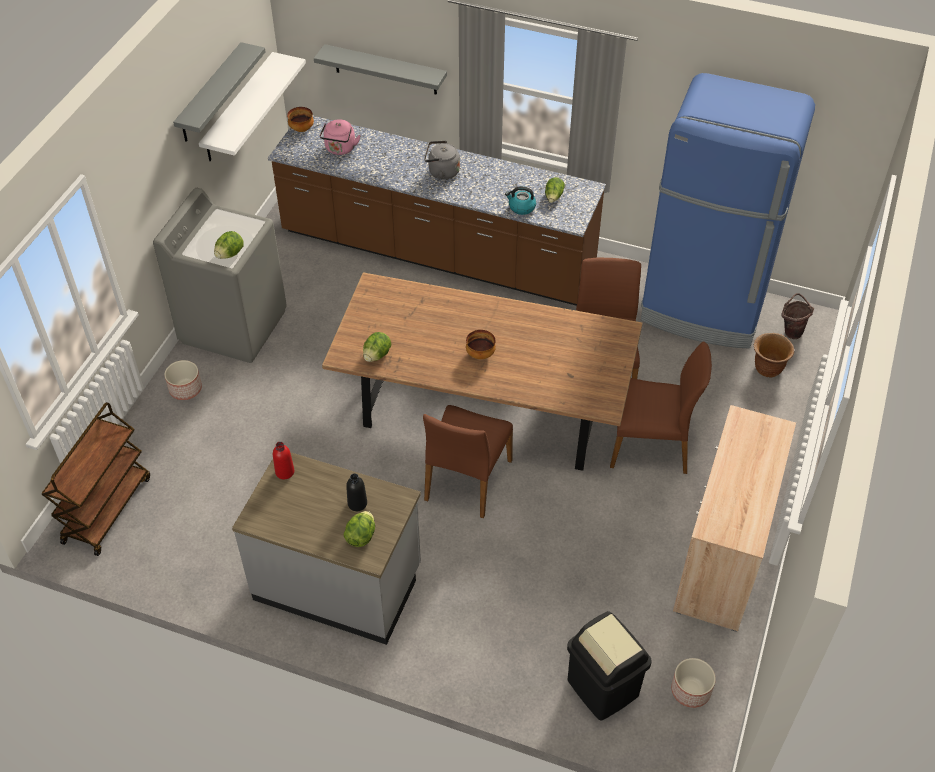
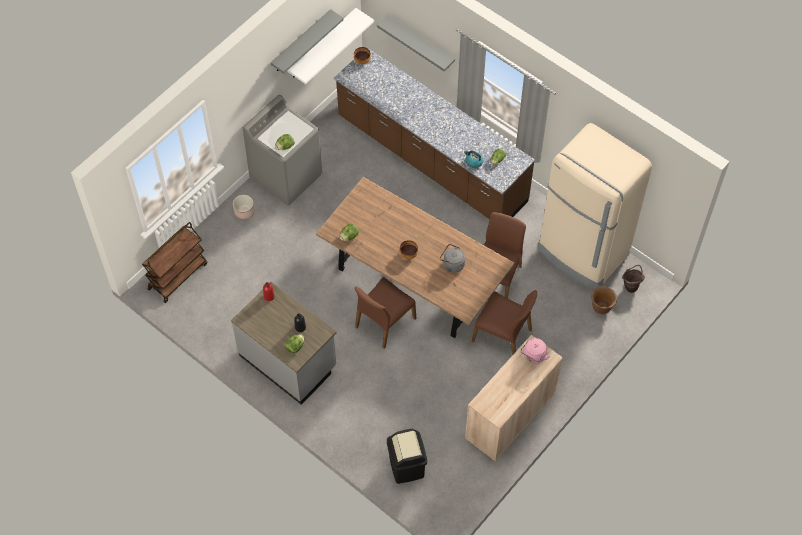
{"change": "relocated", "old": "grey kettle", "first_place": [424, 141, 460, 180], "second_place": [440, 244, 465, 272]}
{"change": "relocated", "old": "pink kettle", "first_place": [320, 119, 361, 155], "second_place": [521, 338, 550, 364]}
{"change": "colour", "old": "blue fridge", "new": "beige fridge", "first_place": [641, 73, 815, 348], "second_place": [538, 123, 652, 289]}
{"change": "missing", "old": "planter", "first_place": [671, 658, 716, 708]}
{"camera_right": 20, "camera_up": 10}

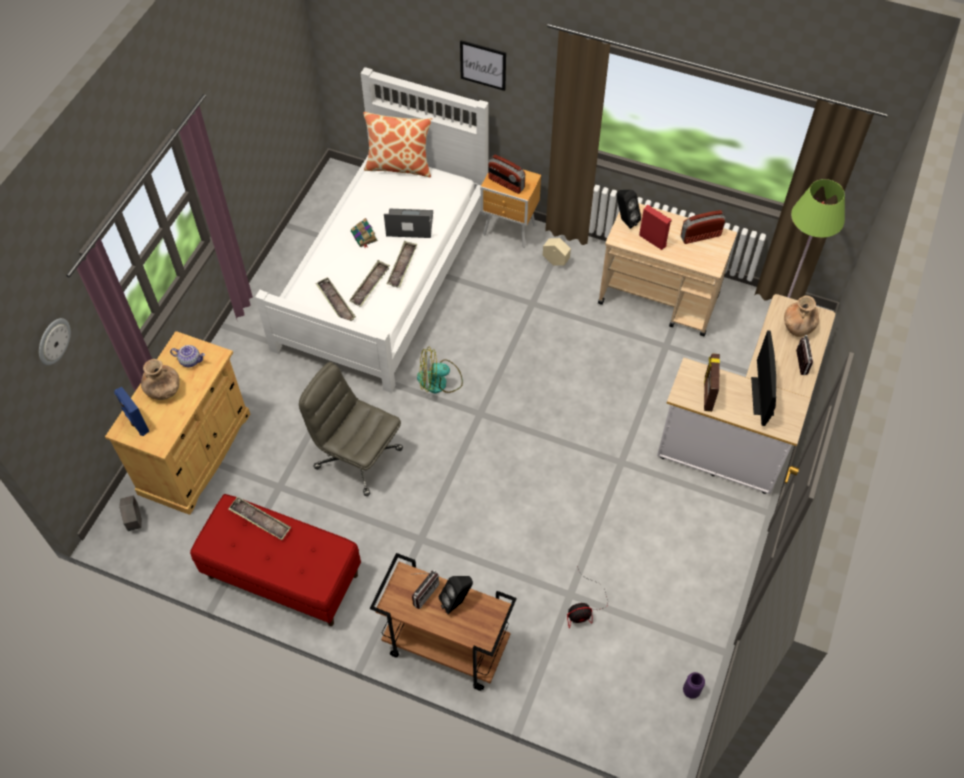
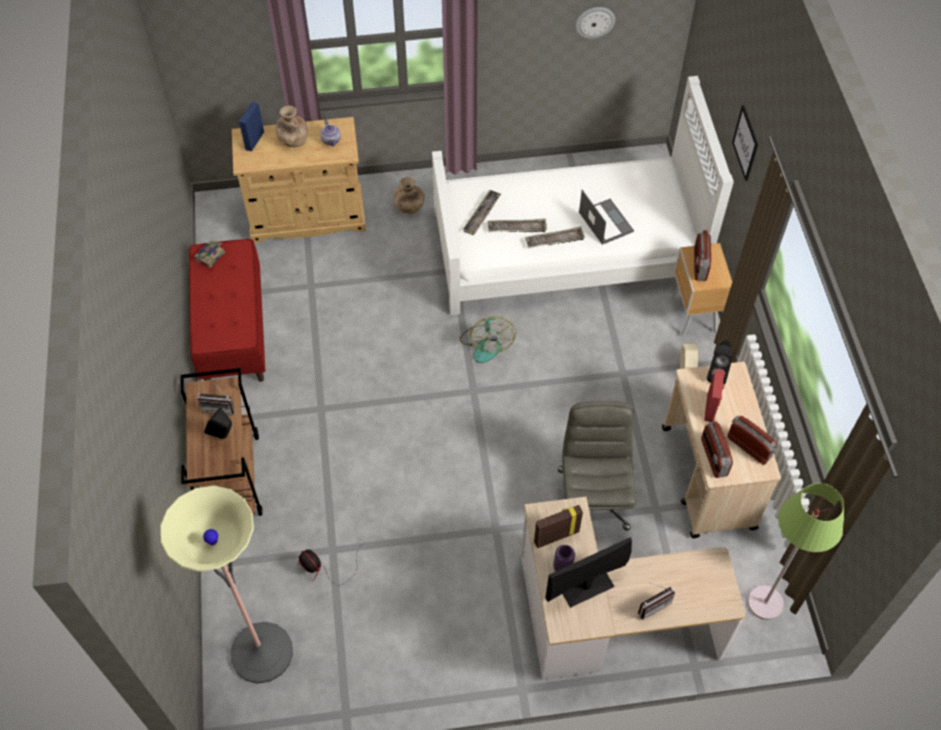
{"change": "appeared", "new": "floor lamp", "second_place": [160, 486, 293, 684]}
{"change": "relocated", "old": "book", "first_place": [351, 218, 378, 248], "second_place": [194, 241, 225, 268]}
{"change": "relocated", "old": "brown vase", "first_place": [784, 296, 819, 337], "second_place": [393, 177, 424, 214]}
{"change": "spun", "old": "fan", "first_place": [417, 347, 463, 394], "second_place": [460, 316, 516, 363], "degrees": -150}
{"change": "relocated", "old": "purple vase", "first_place": [683, 672, 705, 699], "second_place": [553, 545, 575, 571]}
{"change": "relocated", "old": "grey office chair", "first_place": [299, 362, 403, 496], "second_place": [558, 401, 636, 531]}
{"change": "relocated", "old": "wall clock", "first_place": [39, 318, 71, 365], "second_place": [575, 7, 615, 39]}
{"change": "appeared", "new": "radio", "second_place": [701, 421, 733, 478]}
{"change": "missing", "old": "grey planter", "first_place": [119, 495, 142, 531]}
{"change": "missing", "old": "tray", "first_place": [228, 497, 291, 540]}
{"change": "missing", "old": "pillow", "first_place": [363, 112, 432, 177]}
{"camera_right": 60, "camera_up": 0}

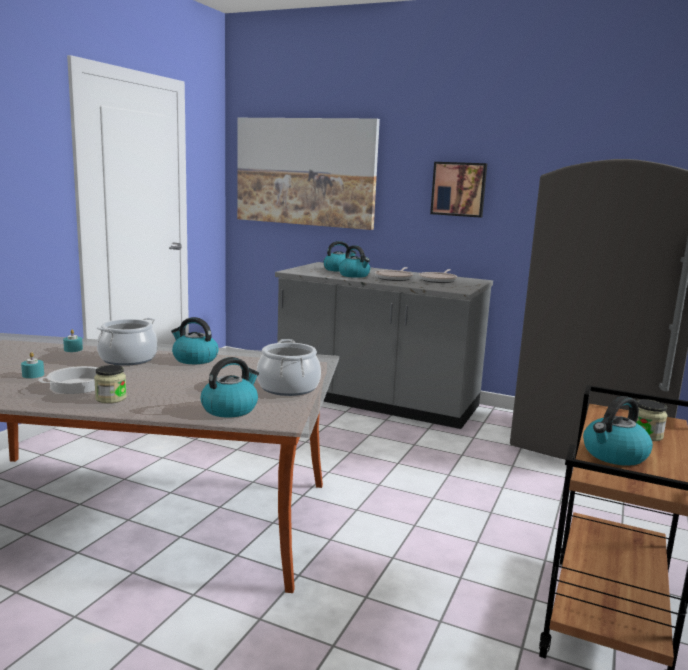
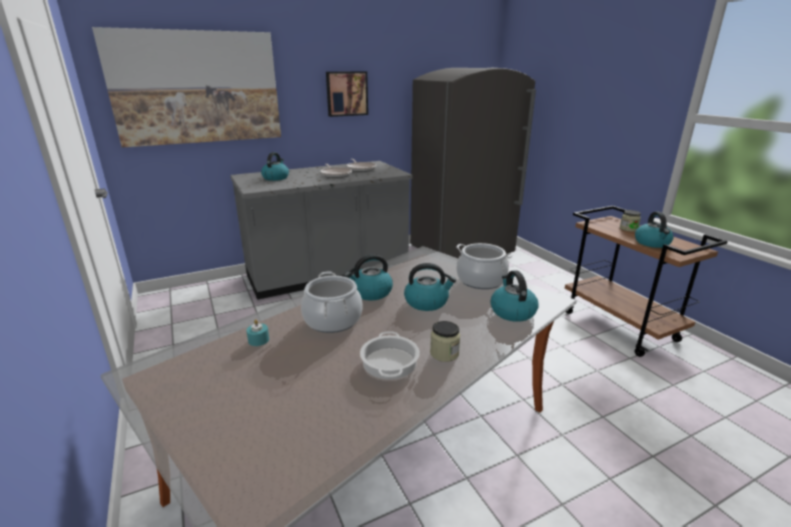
{"change": "relocated", "old": "kettle", "first_place": [339, 245, 370, 278], "second_place": [404, 263, 456, 311]}
{"change": "missing", "old": "turquoise candle", "first_place": [21, 352, 44, 378]}
{"camera_right": -50, "camera_up": 10}

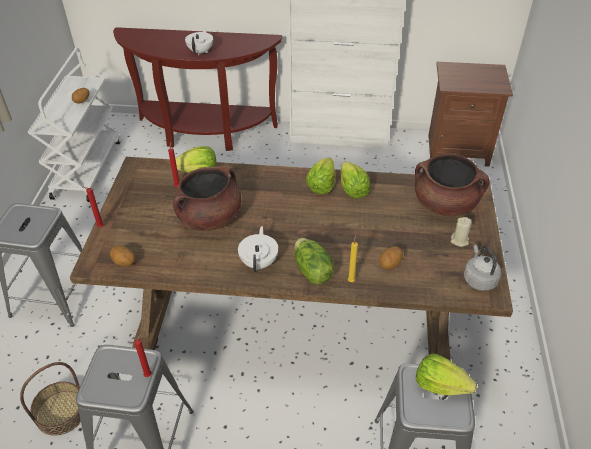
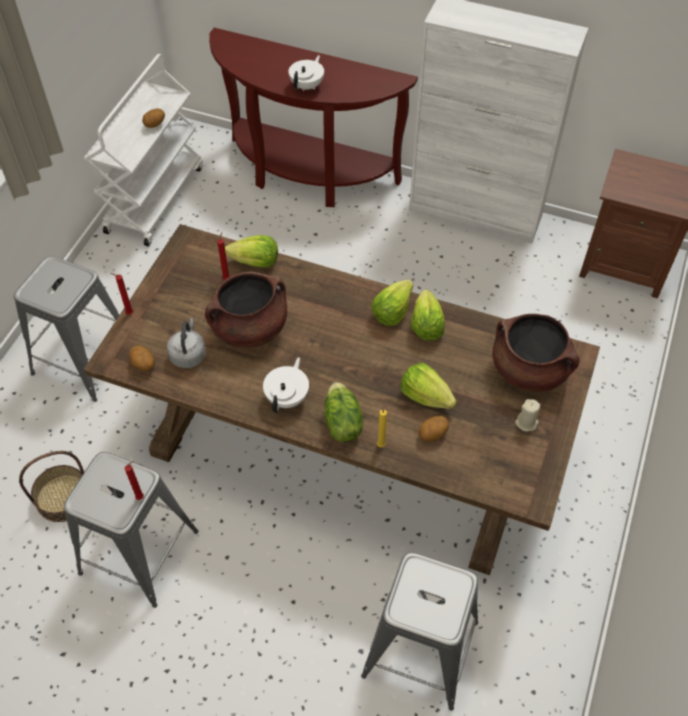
{"change": "relocated", "old": "grey kettle", "first_place": [464, 245, 501, 291], "second_place": [167, 318, 206, 369]}
{"change": "relocated", "old": "lettuce", "first_place": [416, 354, 477, 395], "second_place": [400, 363, 457, 409]}
{"camera_right": 15, "camera_up": 10}

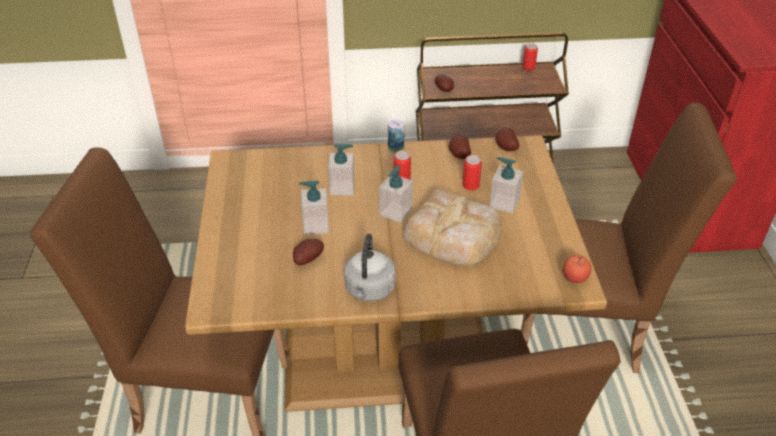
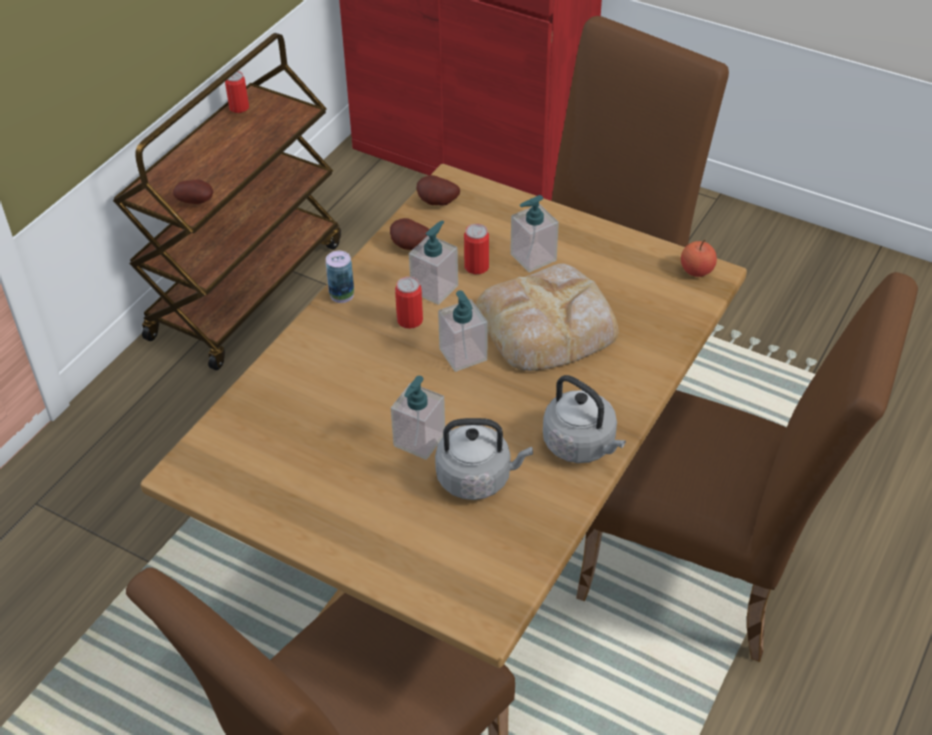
{"change": "relocated", "old": "soap dispenser", "first_place": [328, 144, 354, 195], "second_place": [409, 221, 458, 305]}
{"change": "exchanged", "old": "potato", "new": "grey kettle", "first_place": [293, 239, 324, 265], "second_place": [435, 418, 533, 500]}
{"camera_right": -55, "camera_up": 5}

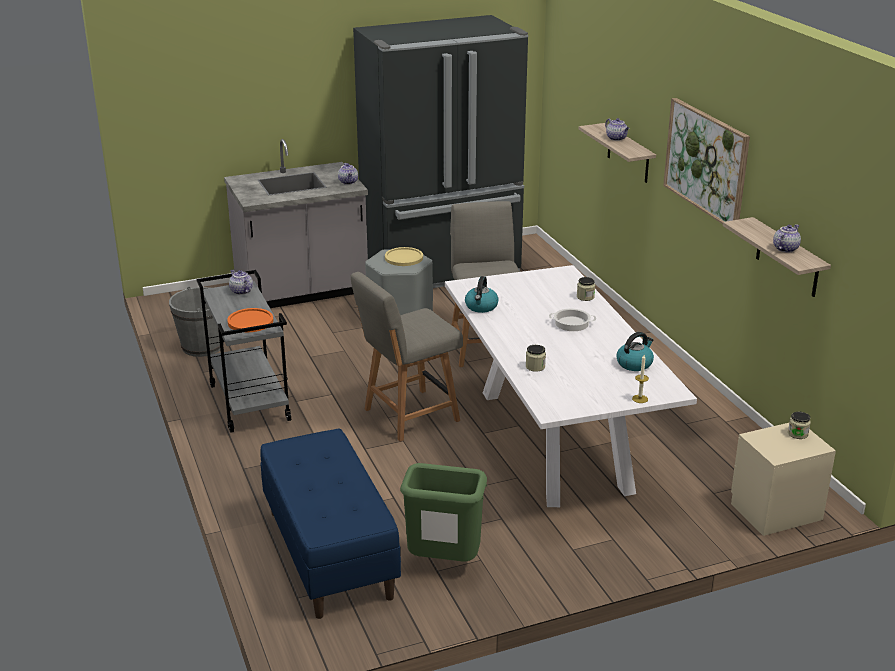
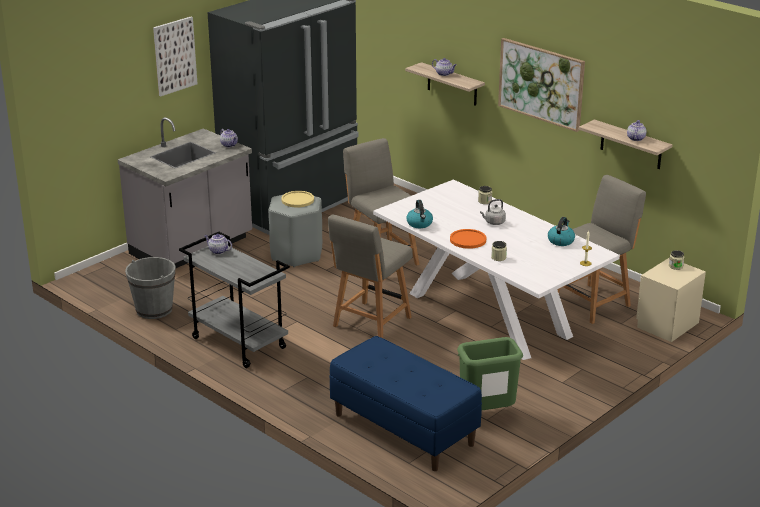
{"change": "appeared", "new": "picture", "second_place": [153, 17, 197, 96]}
{"change": "relocated", "old": "orange plate", "first_place": [227, 308, 273, 332], "second_place": [450, 229, 486, 249]}
{"change": "exchanged", "old": "cooking pot", "new": "grey kettle", "first_place": [549, 309, 596, 331], "second_place": [480, 199, 506, 225]}
{"change": "appeared", "new": "grey chair", "second_place": [557, 175, 646, 324]}
{"camera_right": -25, "camera_up": 0}

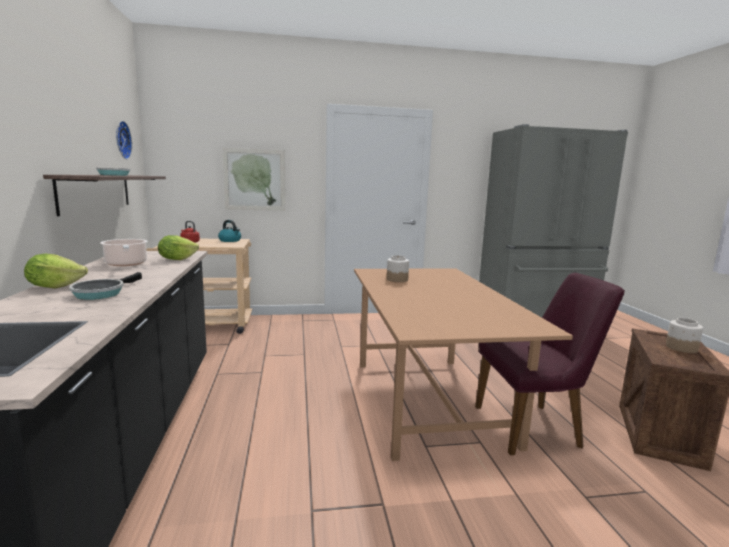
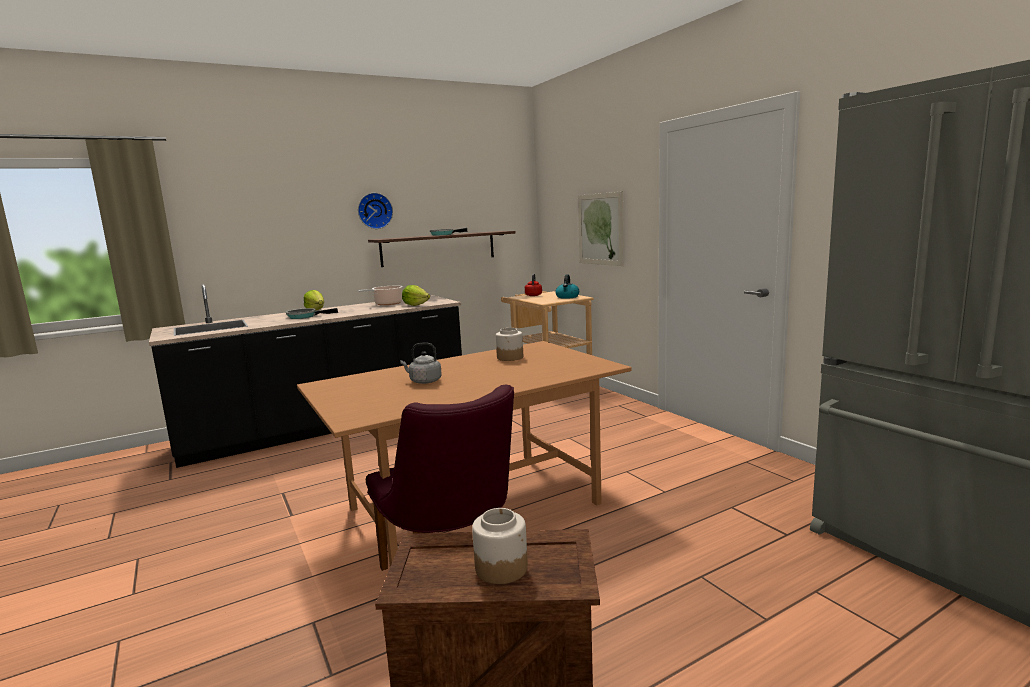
{"change": "relocated", "old": "wall clock", "first_place": [116, 121, 132, 159], "second_place": [358, 193, 393, 229]}
{"change": "appeared", "new": "grey kettle", "second_place": [400, 342, 442, 384]}
{"camera_right": 70, "camera_up": 0}

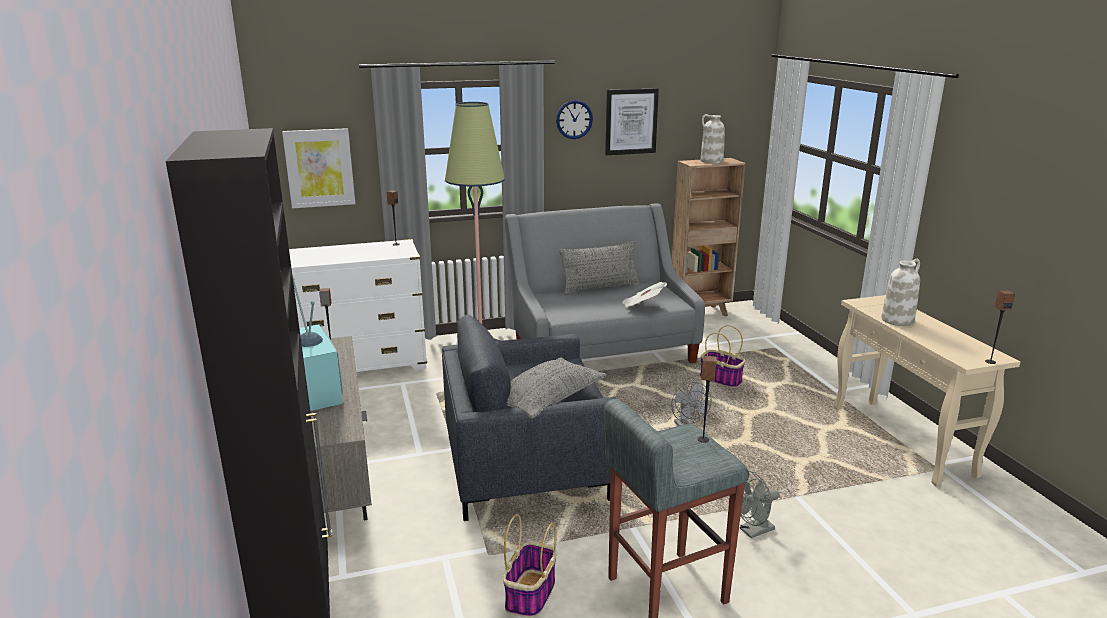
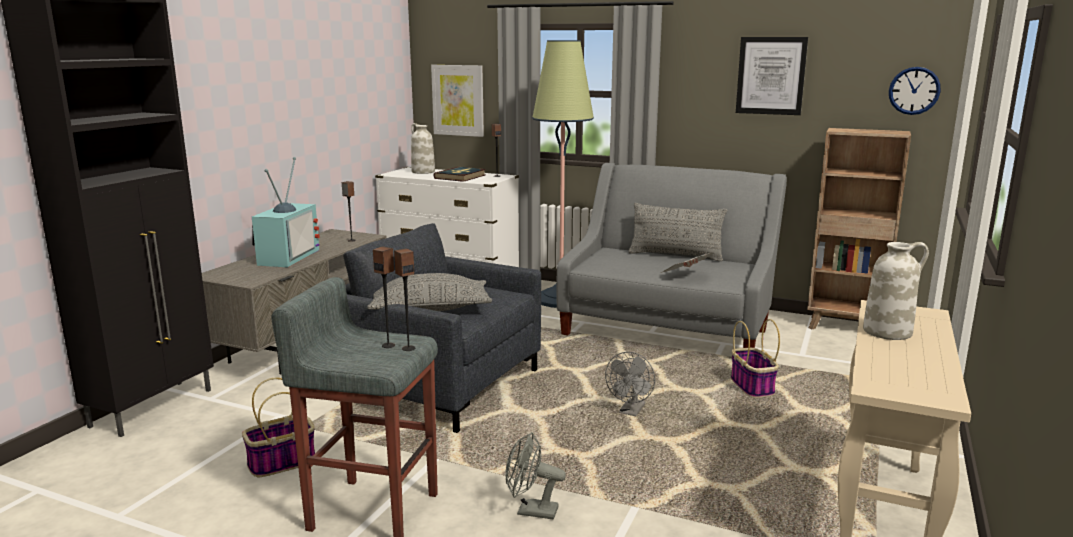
{"change": "relocated", "old": "speaker", "first_place": [985, 290, 1015, 364], "second_place": [373, 246, 395, 348]}
{"change": "relocated", "old": "white vase", "first_place": [701, 114, 725, 163], "second_place": [411, 123, 435, 174]}
{"change": "appeared", "new": "book", "second_place": [434, 167, 486, 182]}
{"change": "relocated", "old": "wall clock", "first_place": [556, 100, 593, 139], "second_place": [889, 67, 941, 115]}
{"camera_right": 40, "camera_up": -5}

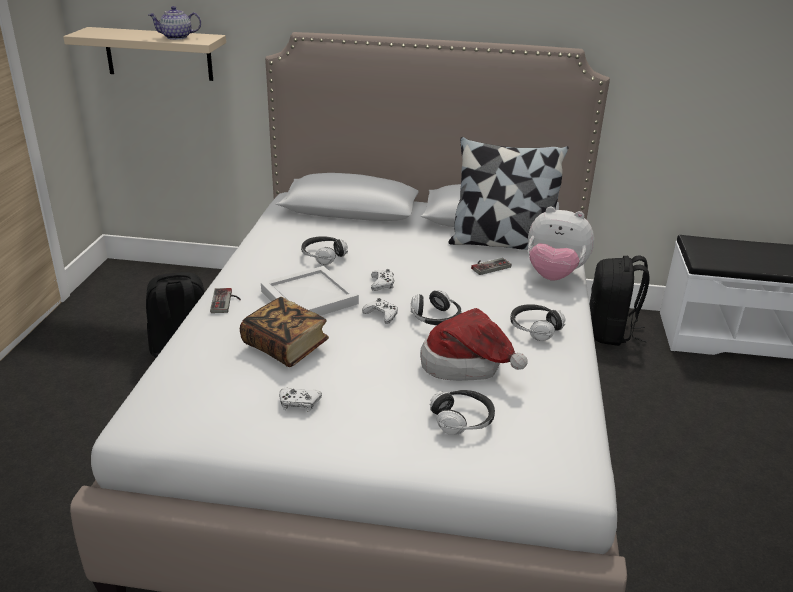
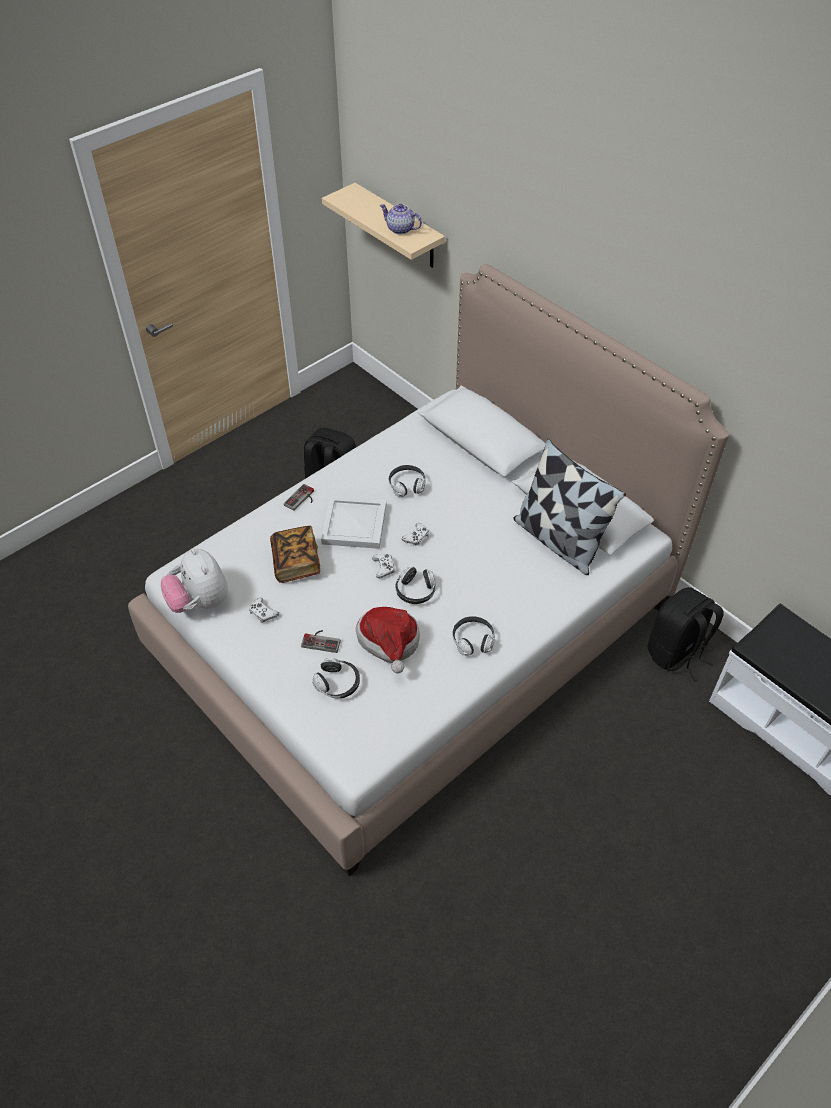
{"change": "relocated", "old": "plush toy", "first_place": [528, 207, 594, 281], "second_place": [161, 548, 228, 613]}
{"change": "relocated", "old": "game controller", "first_place": [471, 258, 511, 275], "second_place": [301, 630, 341, 653]}
{"camera_right": 40, "camera_up": 20}

